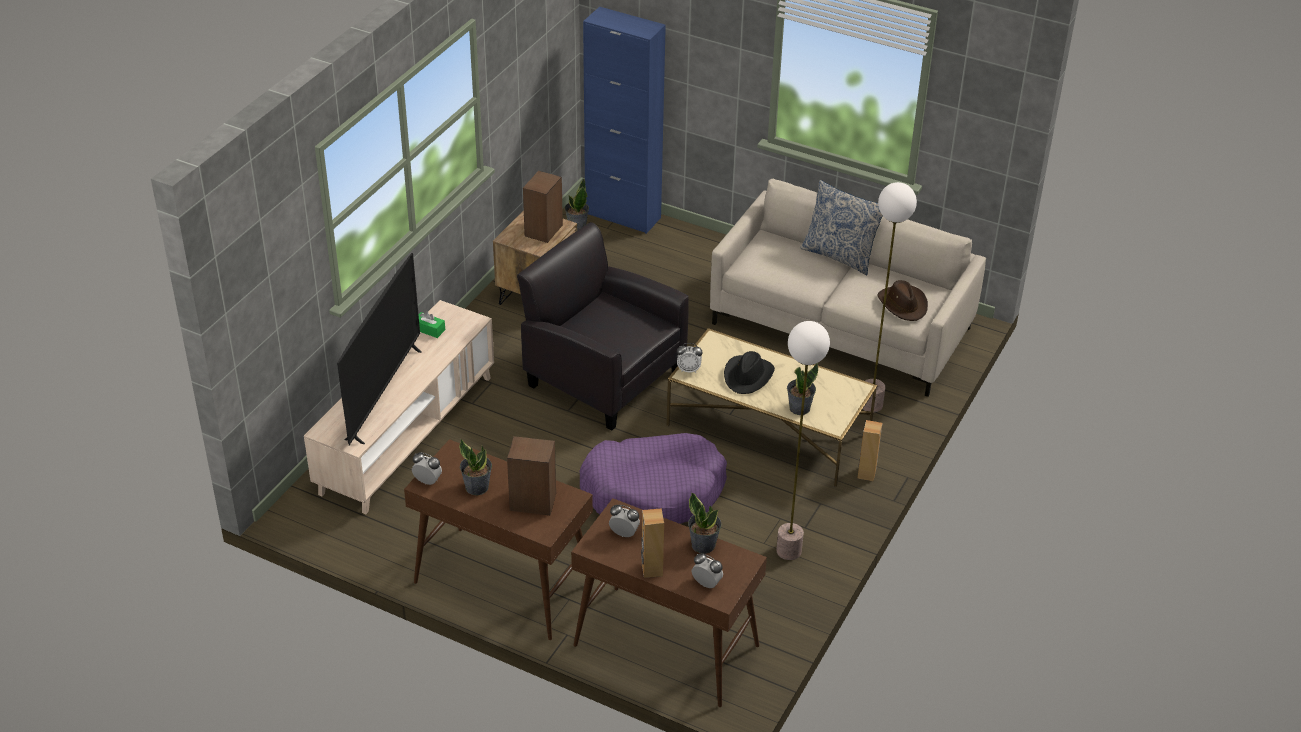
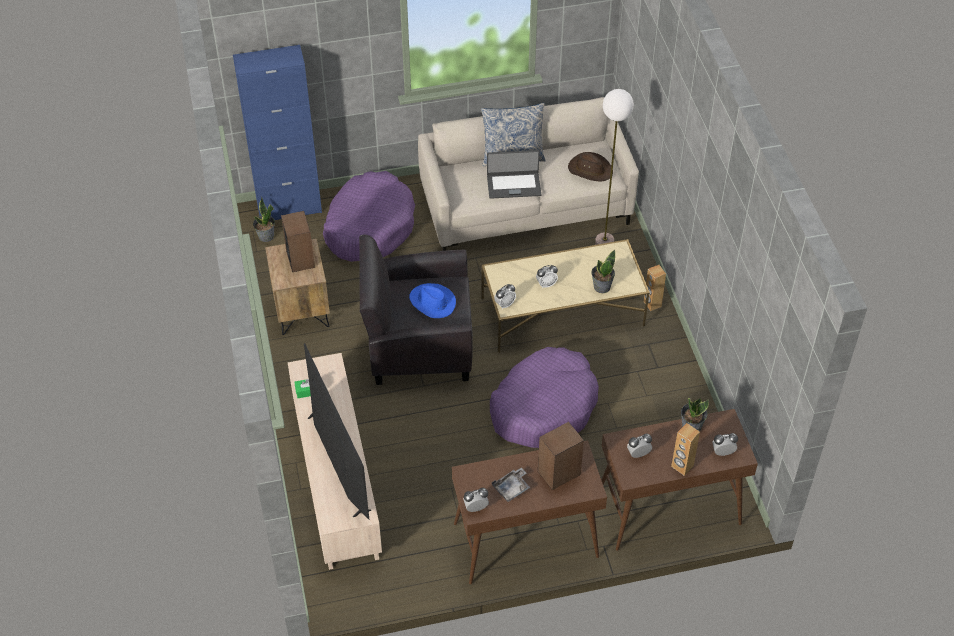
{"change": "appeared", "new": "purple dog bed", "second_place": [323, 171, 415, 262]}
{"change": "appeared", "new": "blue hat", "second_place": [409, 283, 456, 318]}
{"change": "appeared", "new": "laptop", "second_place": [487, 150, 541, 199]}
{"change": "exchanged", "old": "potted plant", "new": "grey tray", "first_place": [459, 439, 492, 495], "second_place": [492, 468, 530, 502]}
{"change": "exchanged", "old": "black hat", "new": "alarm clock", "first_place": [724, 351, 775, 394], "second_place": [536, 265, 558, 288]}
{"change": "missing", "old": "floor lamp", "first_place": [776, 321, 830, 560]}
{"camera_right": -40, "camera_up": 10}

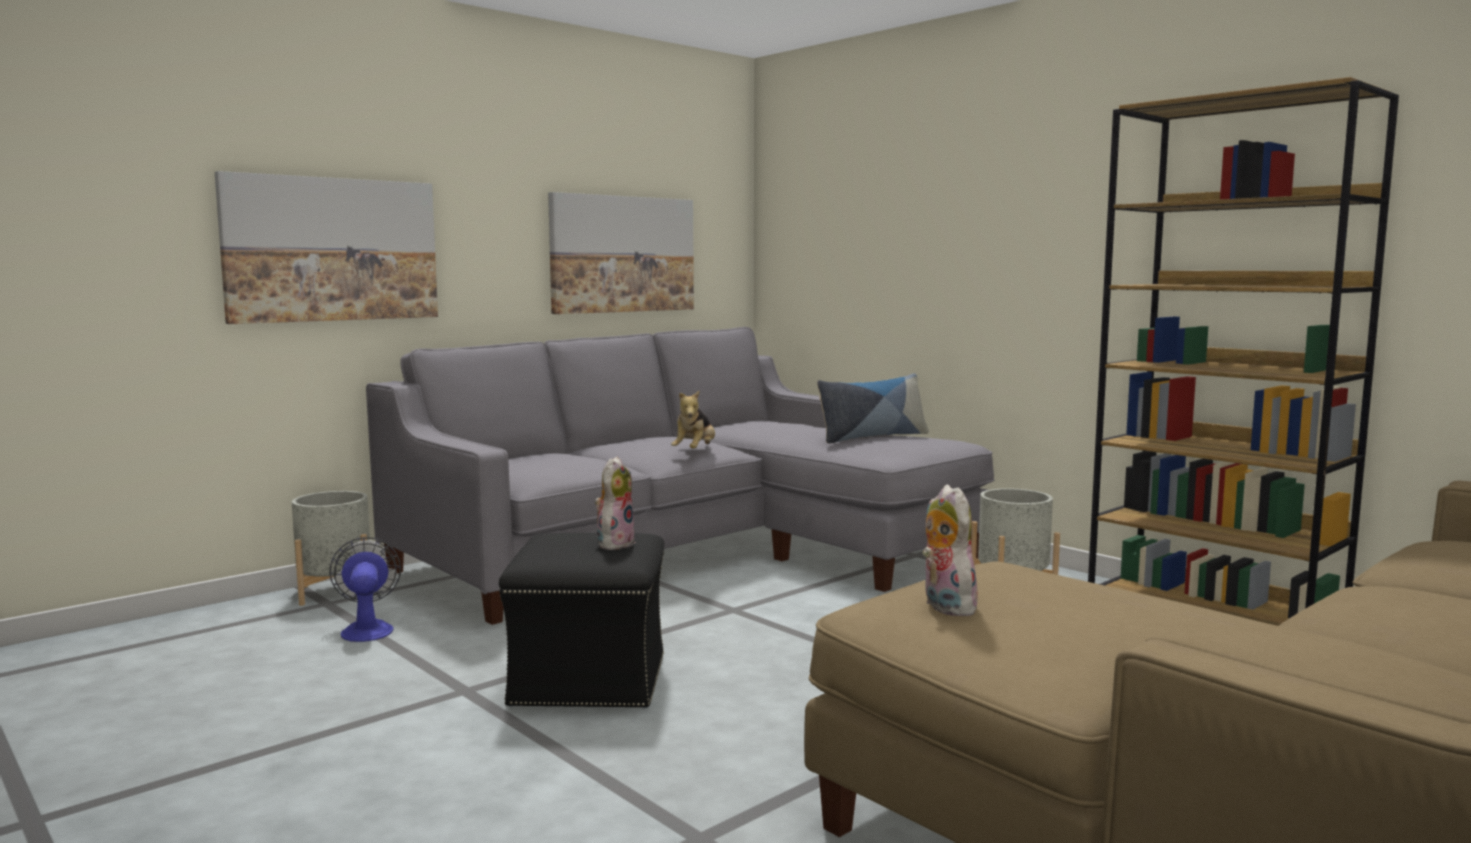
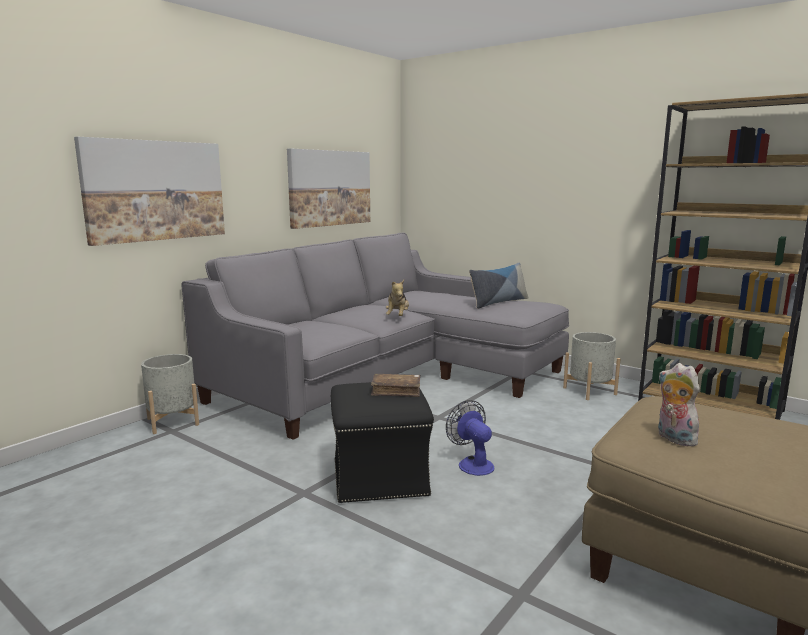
{"change": "exchanged", "old": "plush toy", "new": "brown book", "first_place": [595, 457, 635, 550], "second_place": [371, 374, 420, 397]}
{"change": "relocated", "old": "fan", "first_place": [329, 537, 401, 642], "second_place": [446, 400, 494, 476]}
{"camera_right": -10, "camera_up": 5}

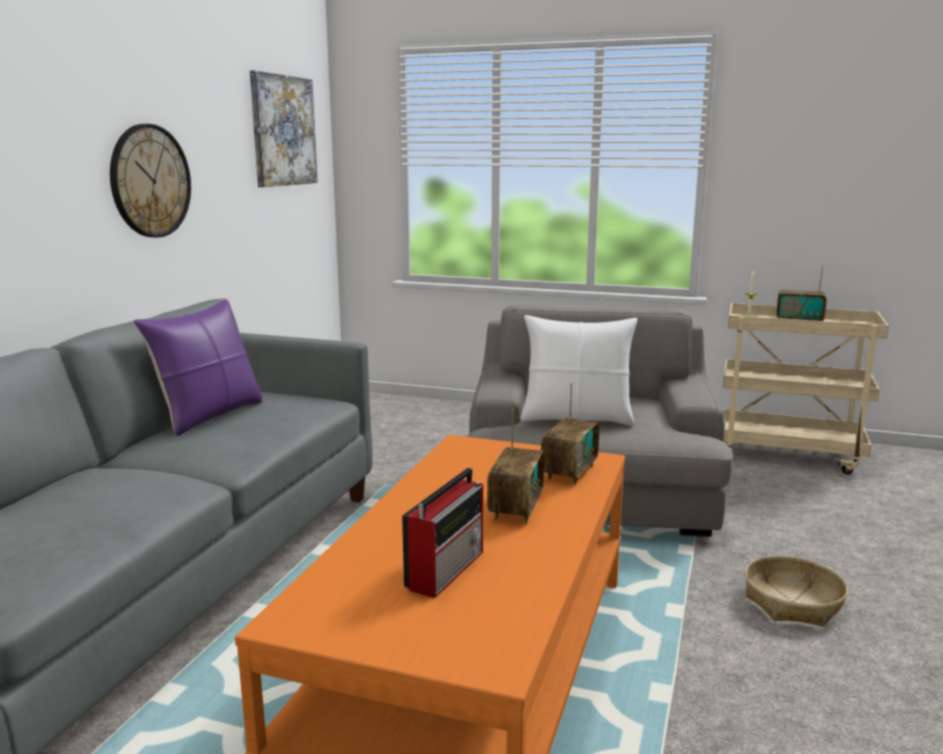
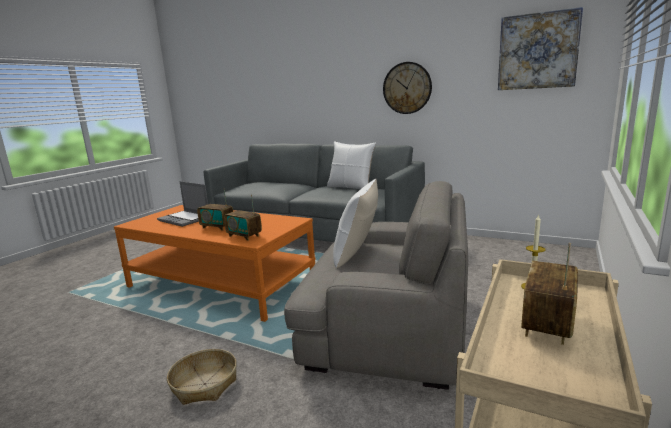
{"change": "exchanged", "old": "radio", "new": "laptop", "first_place": [402, 468, 483, 598], "second_place": [157, 181, 208, 227]}
{"change": "colour", "old": "purple pillow", "new": "white pillow", "first_place": [134, 299, 262, 436], "second_place": [327, 141, 376, 189]}
{"camera_right": 100, "camera_up": 0}

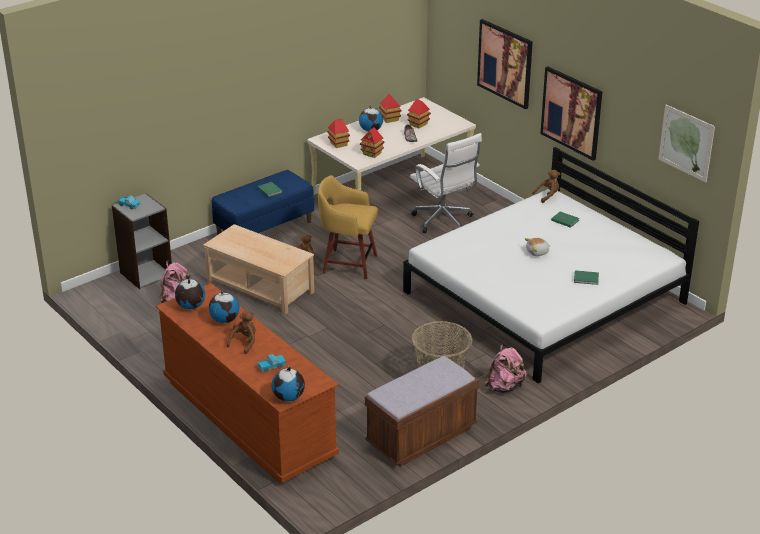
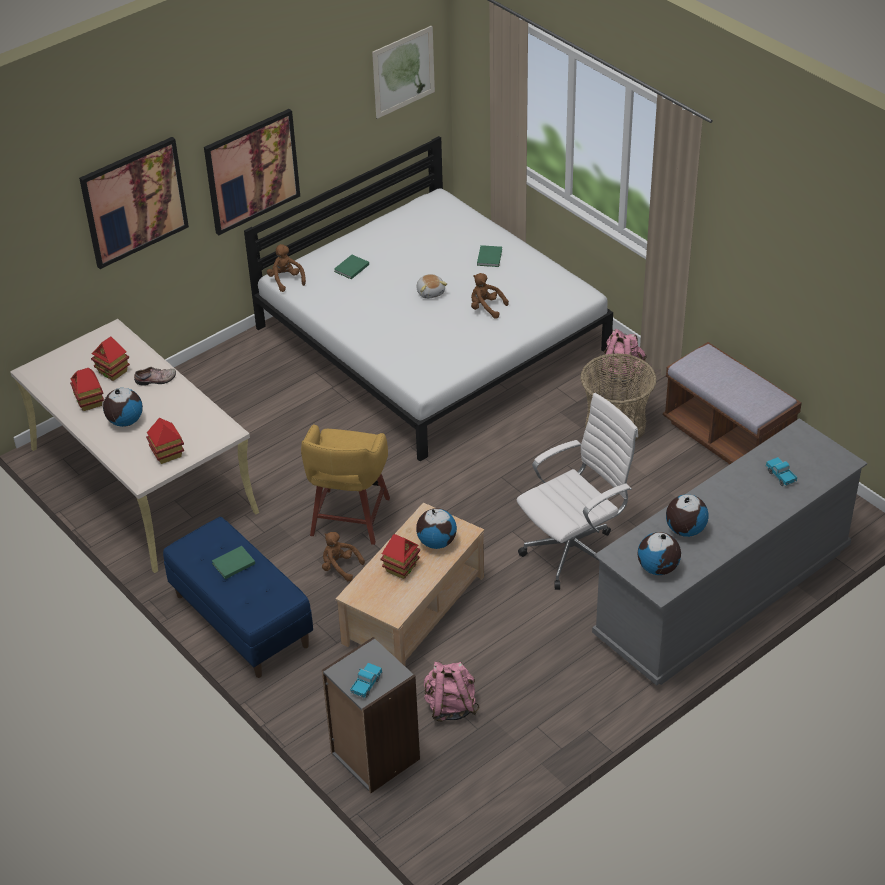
{"change": "relocated", "old": "toy house", "first_place": [360, 127, 385, 158], "second_place": [380, 534, 420, 579]}
{"change": "relocated", "old": "globe", "first_place": [271, 367, 305, 401], "second_place": [416, 508, 457, 549]}
{"change": "relocated", "old": "brown plush toy", "first_place": [227, 310, 256, 354], "second_place": [471, 273, 509, 319]}
{"change": "relocated", "old": "white office chair", "first_place": [410, 133, 482, 233], "second_place": [517, 393, 638, 590]}
{"change": "colour", "old": "brown dresser", "new": "grey dresser", "first_place": [155, 283, 339, 484], "second_place": [592, 418, 867, 686]}
{"camera_right": -90, "camera_up": 10}

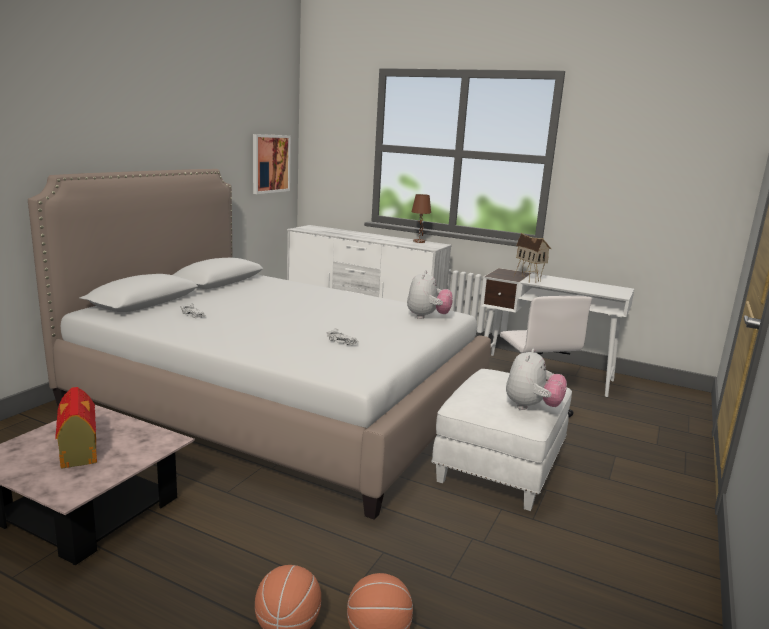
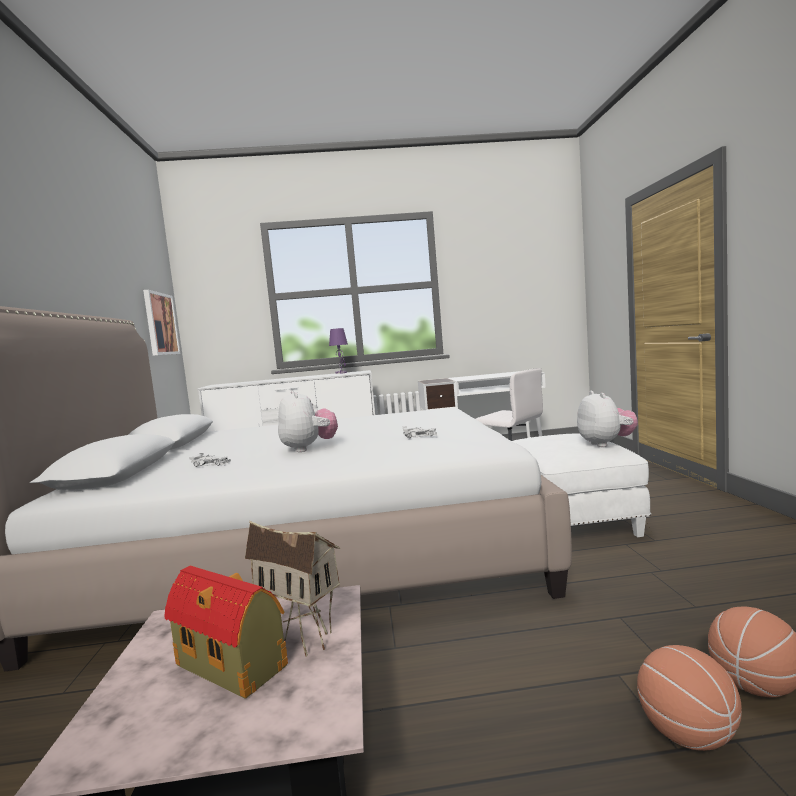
{"change": "relocated", "old": "toy house", "first_place": [513, 233, 551, 283], "second_place": [245, 521, 340, 657]}
{"change": "relocated", "old": "plush toy", "first_place": [407, 270, 453, 319], "second_place": [278, 390, 338, 452]}
{"change": "colour", "old": "brown table lamp", "new": "purple table lamp", "first_place": [411, 194, 431, 243], "second_place": [329, 328, 348, 374]}
{"camera_right": -30, "camera_up": -10}

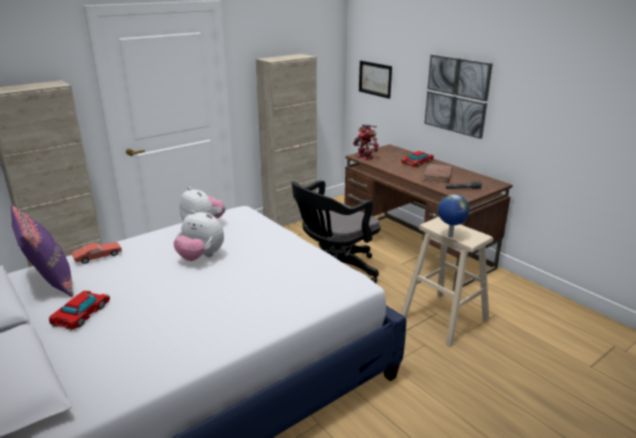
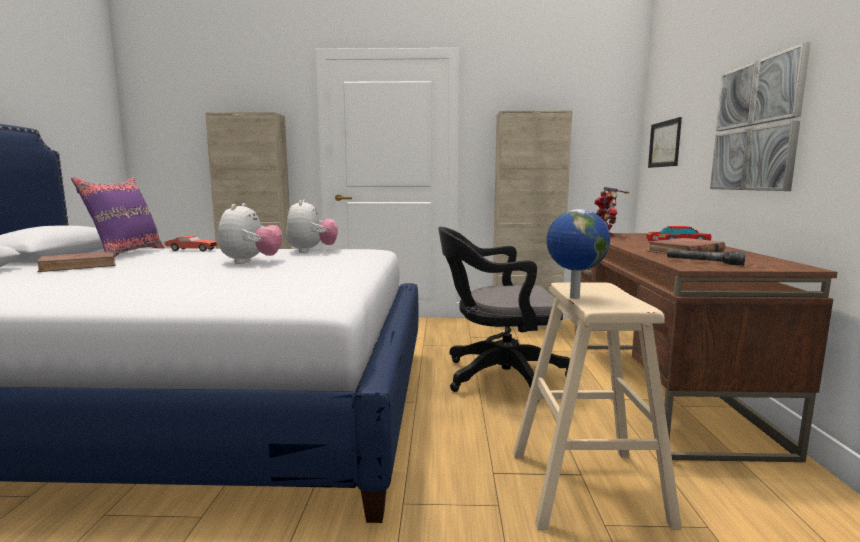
{"change": "exchanged", "old": "toy car", "new": "brown book", "first_place": [49, 290, 110, 331], "second_place": [36, 252, 116, 272]}
{"change": "spun", "old": "plush toy", "first_place": [174, 210, 224, 261], "second_place": [218, 203, 283, 264], "degrees": -150}
{"camera_right": 40, "camera_up": -15}

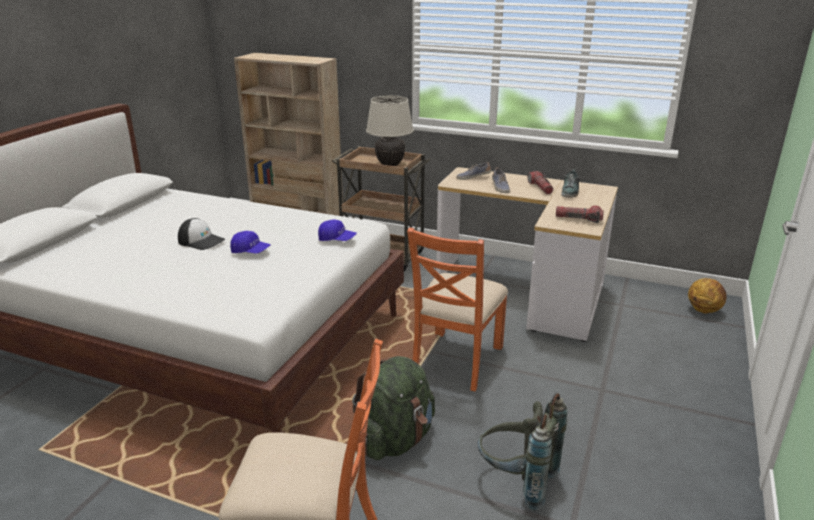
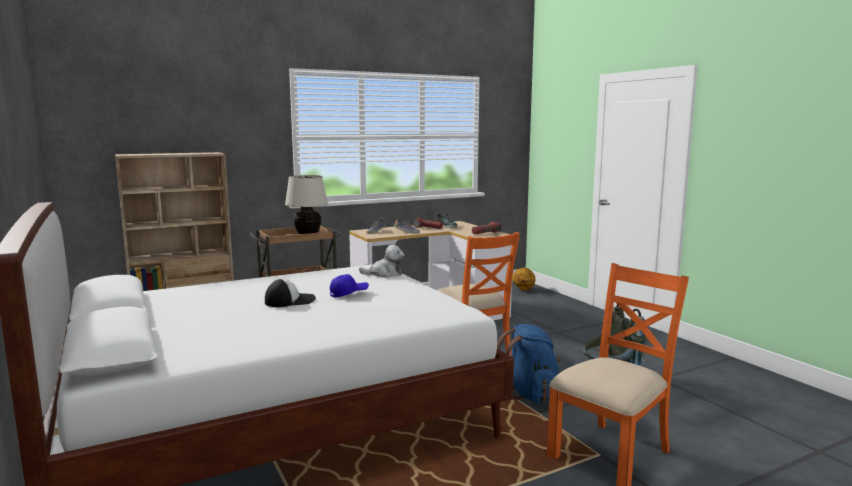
{"change": "exchanged", "old": "blue cap", "new": "plush toy", "first_place": [318, 220, 357, 241], "second_place": [359, 244, 404, 278]}
{"change": "colour", "old": "green backpack", "new": "blue backpack", "first_place": [352, 356, 435, 460], "second_place": [497, 324, 561, 403]}
{"camera_right": -50, "camera_up": -15}

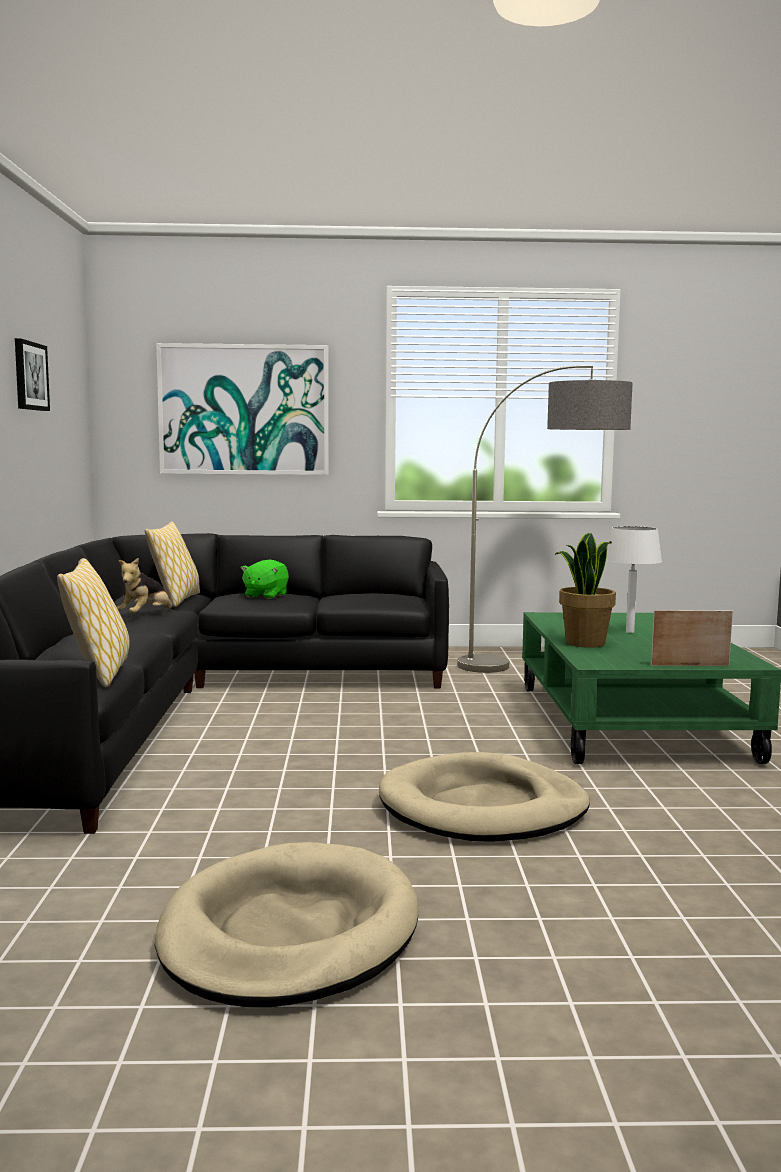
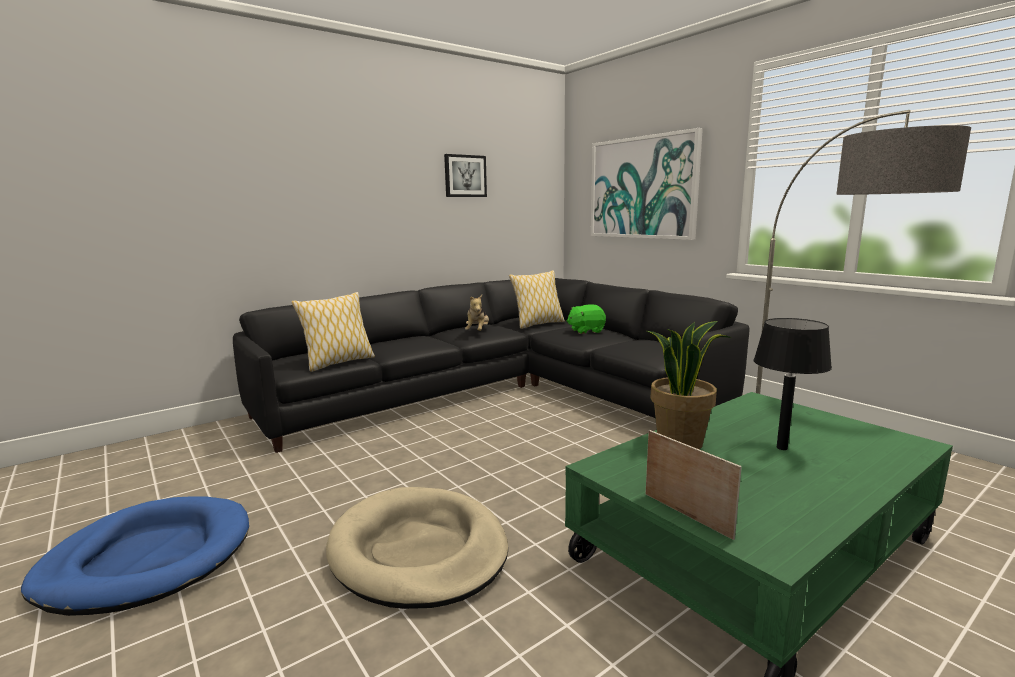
{"change": "colour", "old": "beige dog bed", "new": "blue dog bed", "first_place": [155, 842, 419, 1007], "second_place": [21, 496, 249, 616]}
{"change": "spun", "old": "plush toy", "first_place": [117, 558, 174, 613], "second_place": [465, 295, 489, 331], "degrees": -75}
{"change": "colour", "old": "white table lamp", "new": "black table lamp", "first_place": [606, 526, 662, 633], "second_place": [754, 318, 832, 450]}
{"camera_right": 55, "camera_up": 5}

